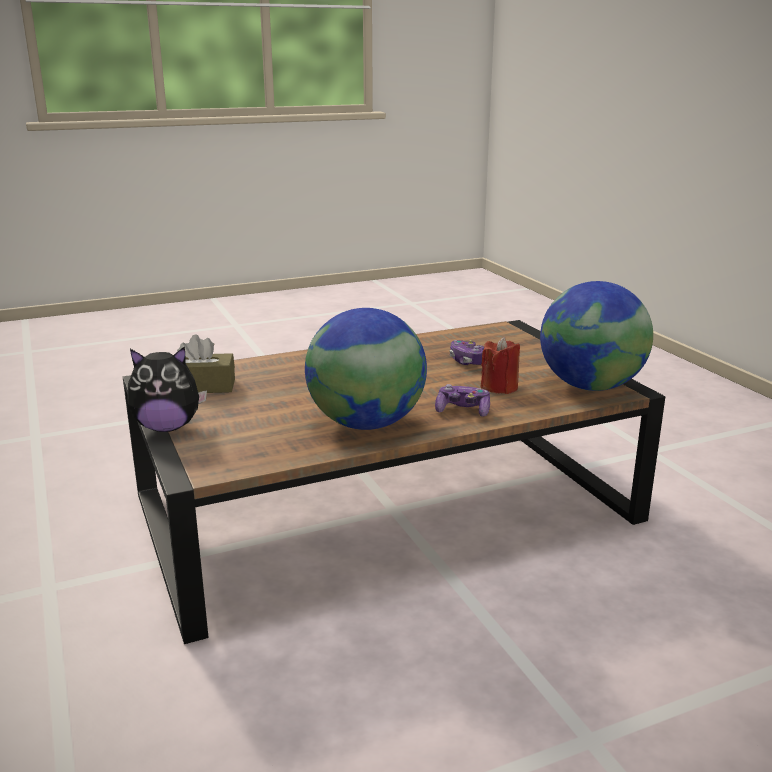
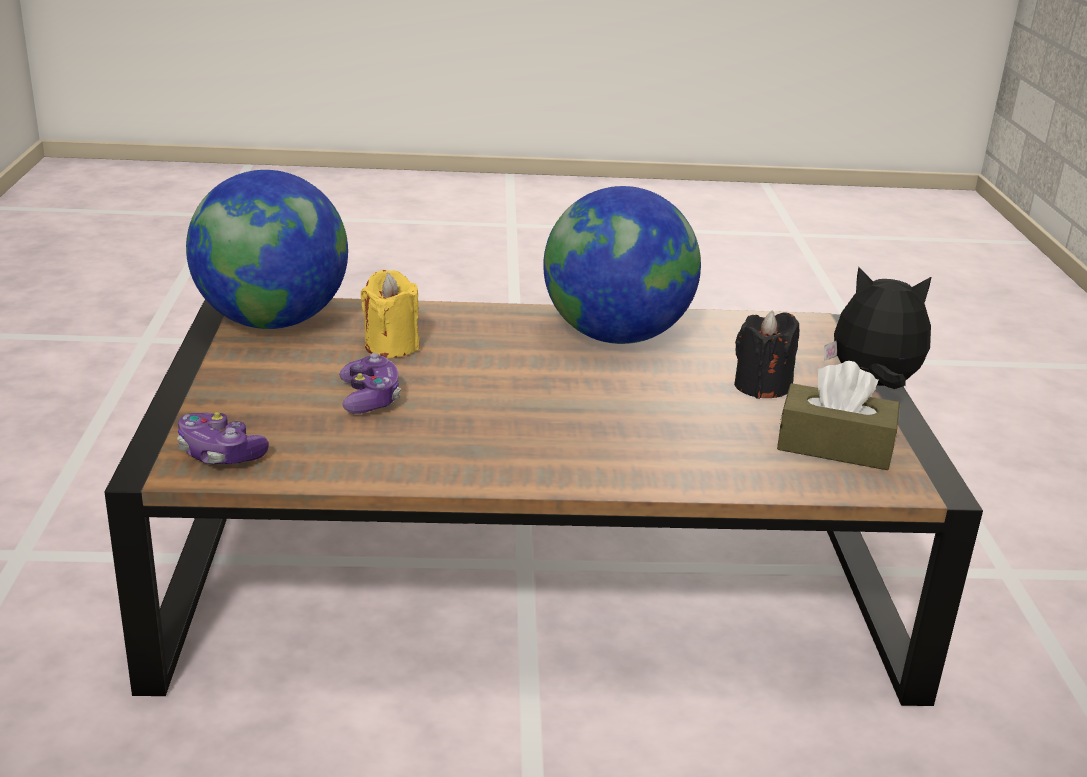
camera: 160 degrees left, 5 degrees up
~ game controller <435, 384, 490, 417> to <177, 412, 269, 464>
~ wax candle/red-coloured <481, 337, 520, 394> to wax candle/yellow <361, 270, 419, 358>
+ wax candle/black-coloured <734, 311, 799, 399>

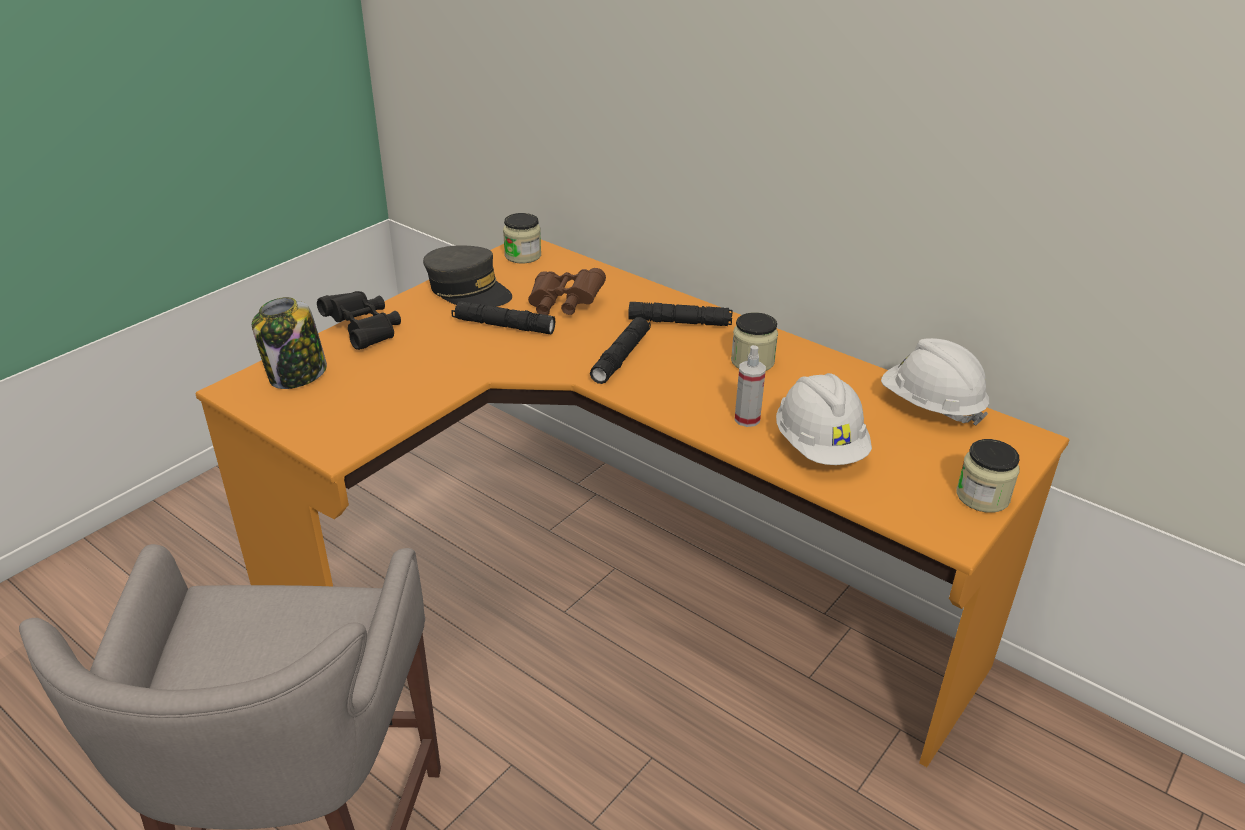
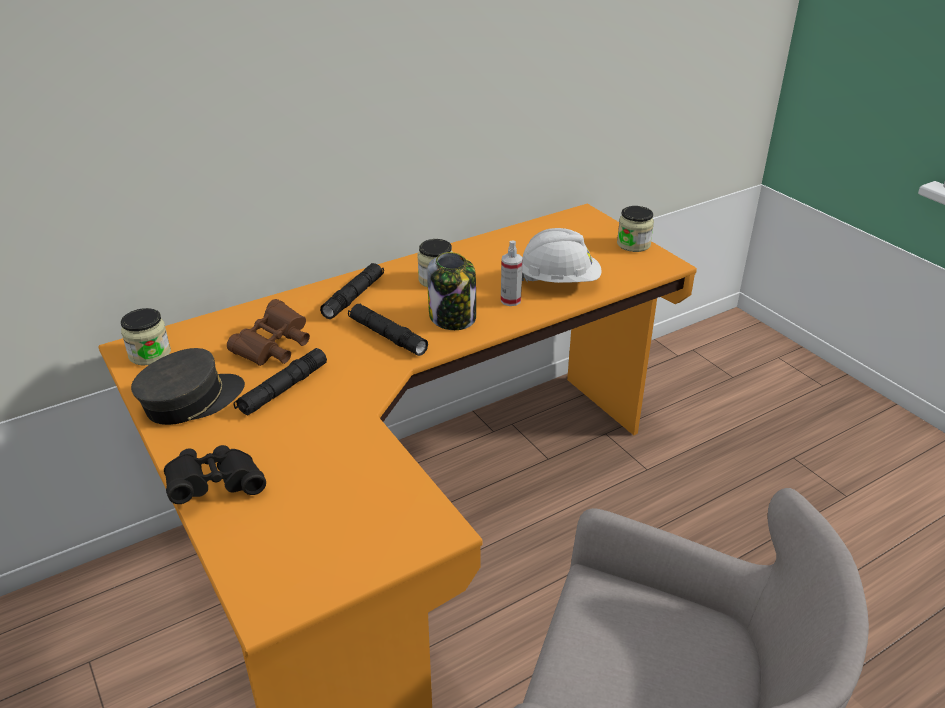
camera: 70 degrees left, 0 degrees up
~ preserve jar <252, 297, 327, 389> to <427, 252, 476, 330>
- work helmet/white <881, 338, 989, 426>

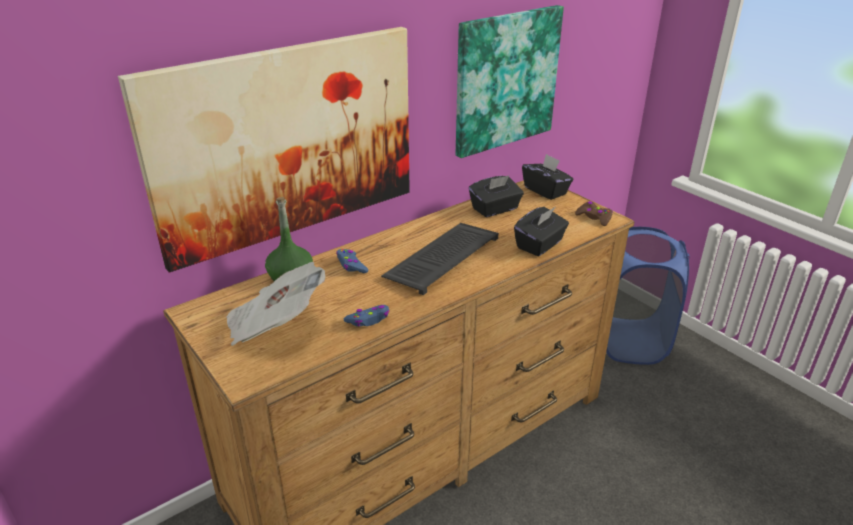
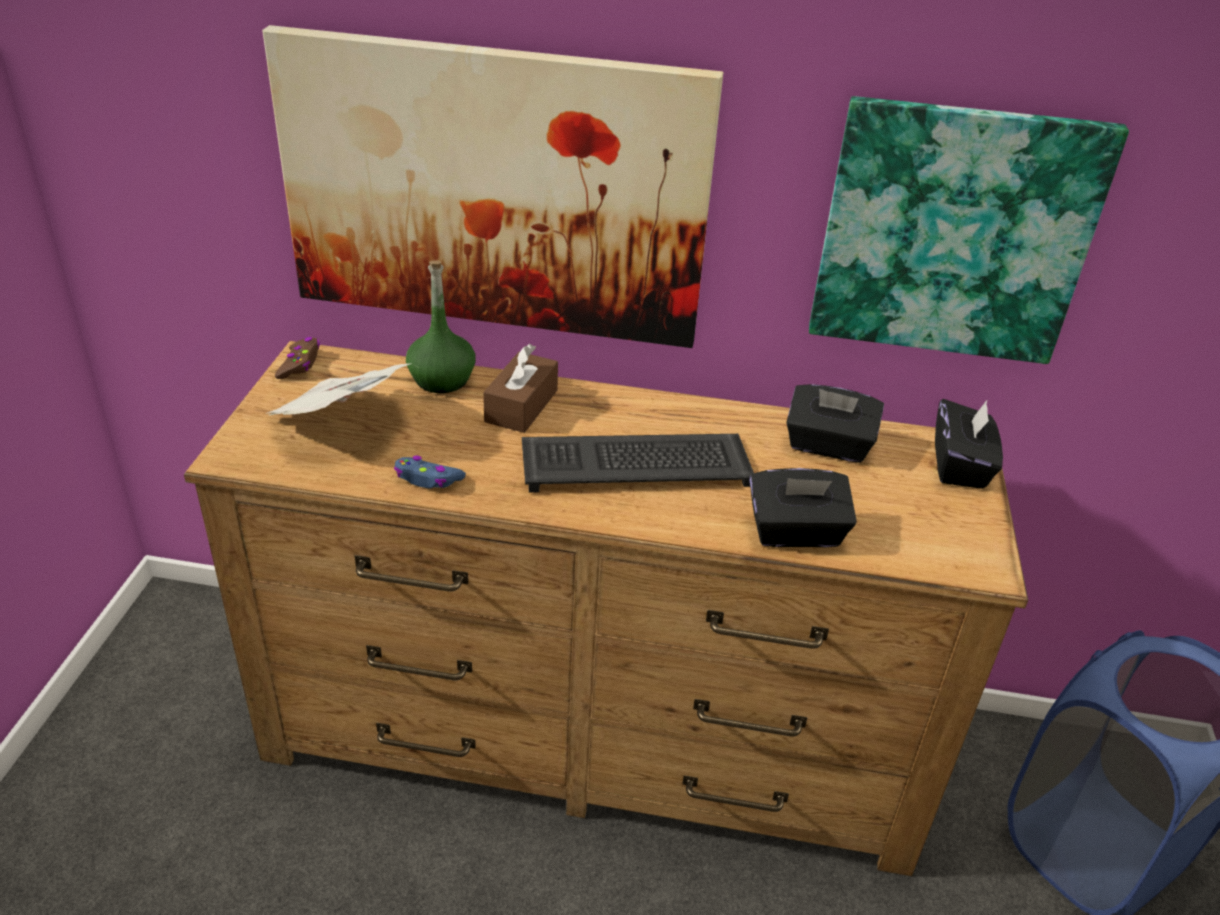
camera: 45 degrees right, 5 degrees up
~ game controller/blue <336, 249, 368, 273> to tissue holder/brown-coloured <483, 344, 558, 433>
~ game controller/brown-coloured <575, 201, 613, 226> to <275, 337, 320, 379>

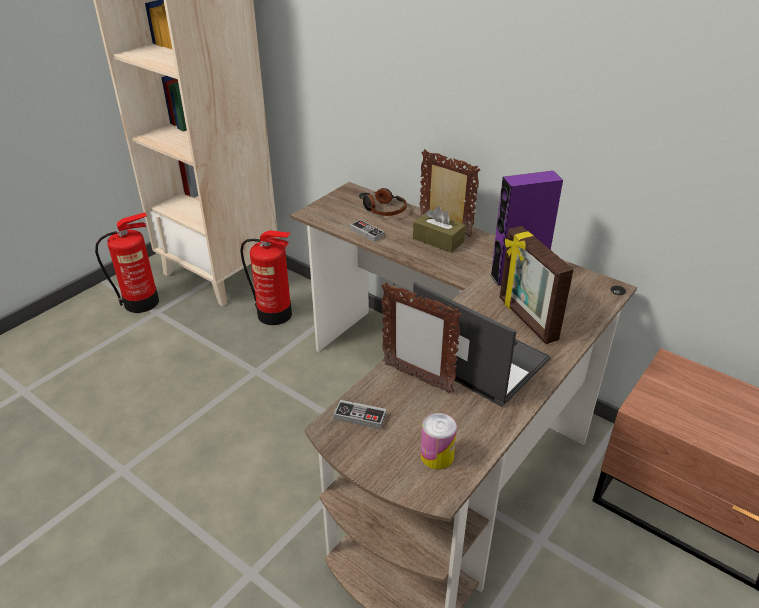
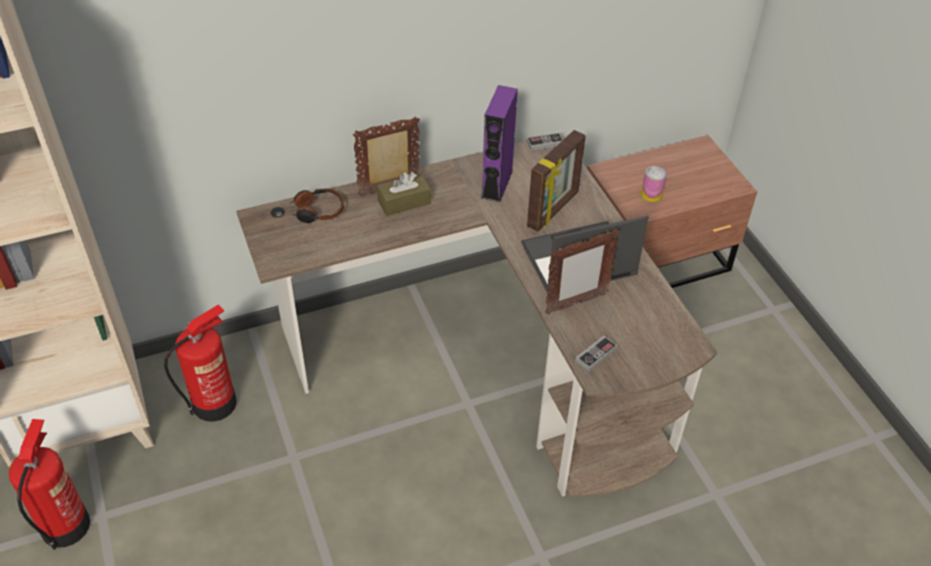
camera: 60 degrees left, 10 degrees up
~ game controller <350, 219, 385, 242> to <527, 133, 563, 151>
~ sealed can <421, 413, 457, 469> to <641, 166, 667, 202>
~ picture frame <500, 226, 574, 344> = <527, 130, 586, 231> 60 degrees counterclockwise

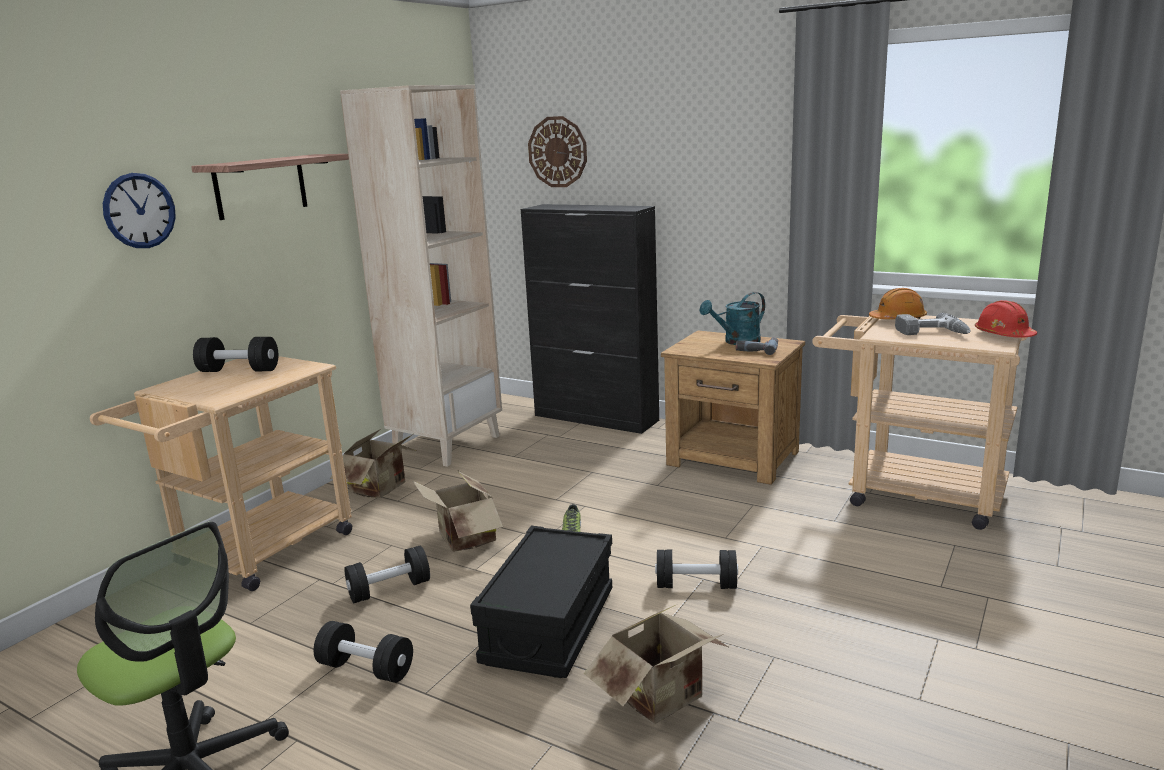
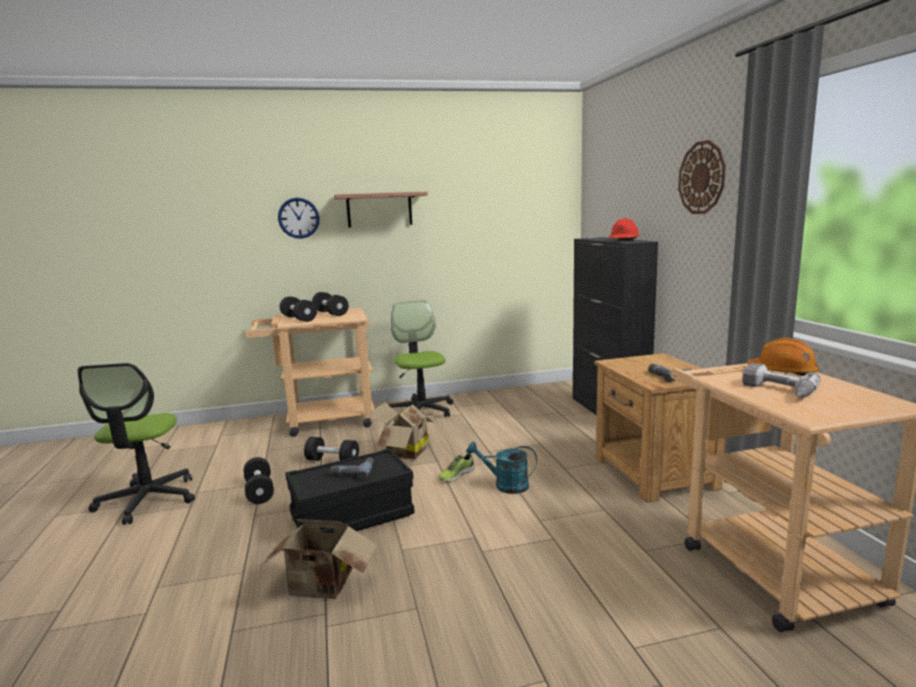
camera: 45 degrees right, 5 degrees down
~ cardboard box <330, 428, 416, 498> to desk chair <389, 300, 453, 417>
- bookshelf/beige <340, 85, 502, 467>
~ hanging clock <528, 116, 587, 187> to <678, 140, 726, 214>
~ hand weight/black-coloured <655, 550, 738, 589> to <280, 296, 317, 322>
~ watering can/turquoise-coloured <700, 292, 765, 345> to <467, 441, 537, 494>
~ work helmet/red-coloured <975, 300, 1037, 338> to <609, 218, 640, 240>
+ electric drill <330, 457, 374, 480>

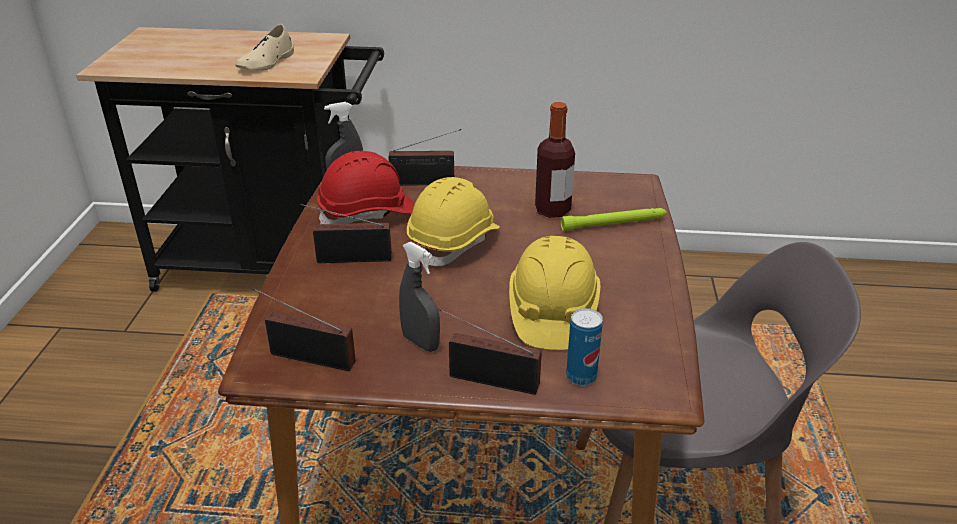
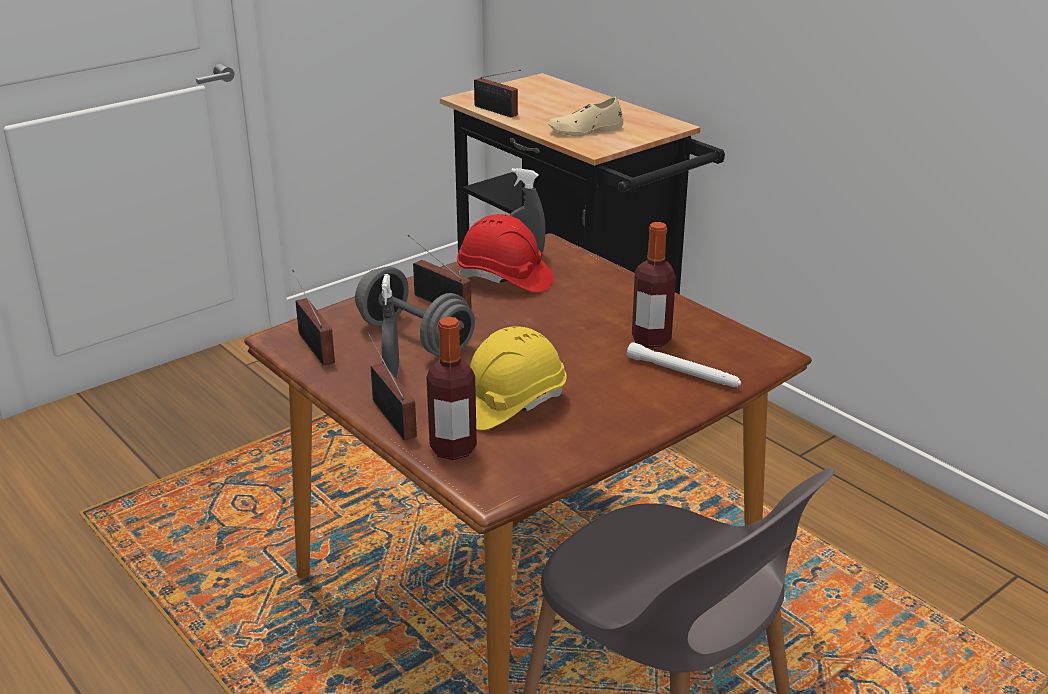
camera: 45 degrees right, 5 degrees down
~ radio receiver <388, 129, 461, 185> to <474, 70, 521, 117>
- work helmet/yellow <407, 177, 500, 268>
~ hand torch/green <561, 208, 667, 231> to hand torch/white <627, 342, 741, 387>
~ sealed can <566, 308, 603, 385> to drink bottle <426, 317, 477, 460>
+ hand weight/grey <355, 266, 475, 356>

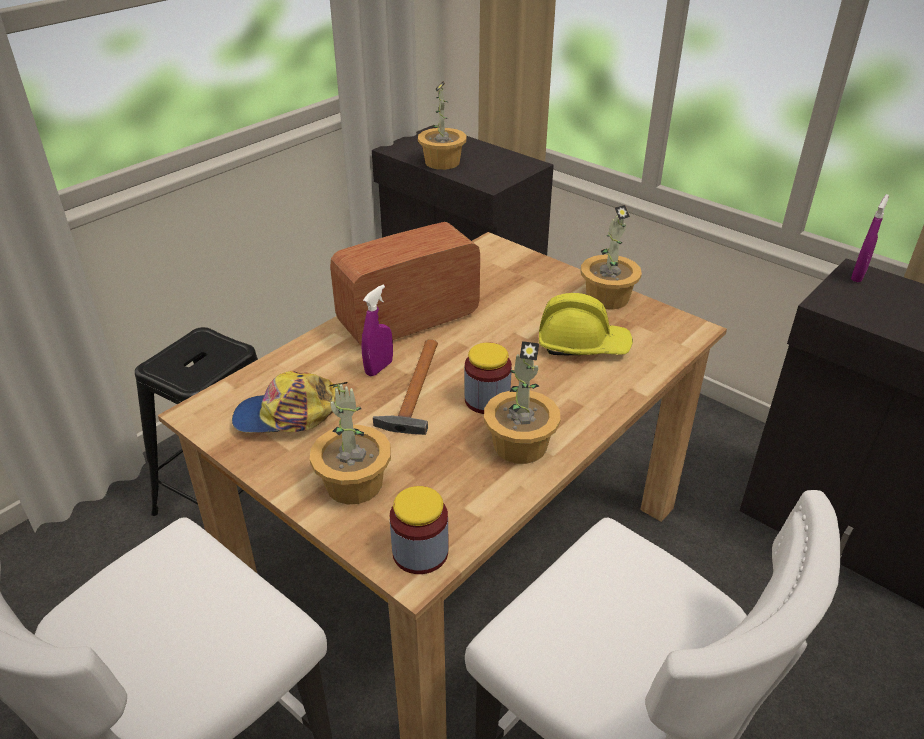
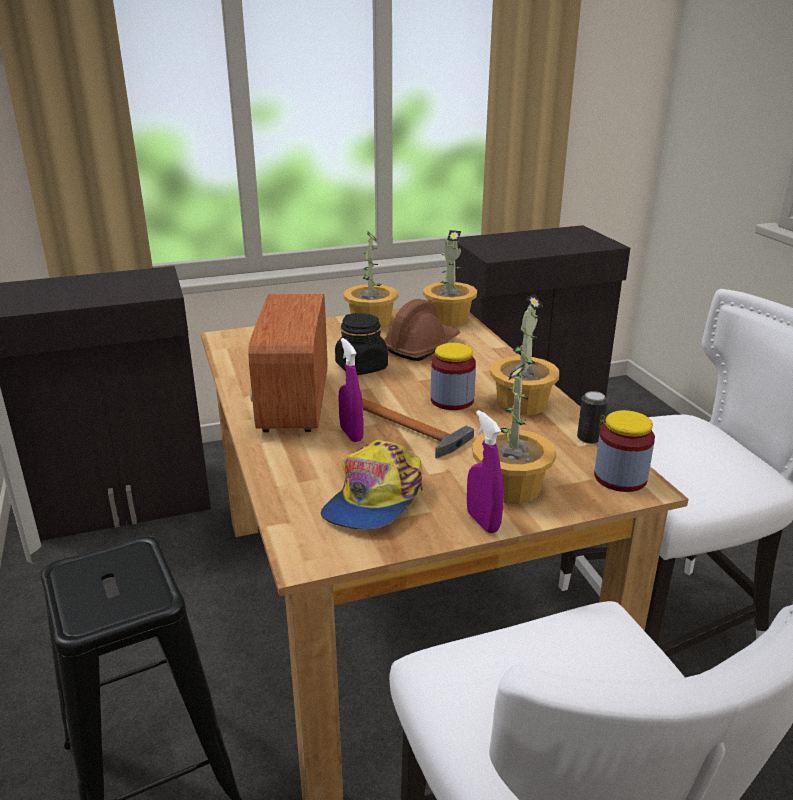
camera: 60 degrees left, 10 degrees down
~ houseplant <418, 81, 466, 170> to <423, 230, 477, 326>
~ work helmet/yellow <539, 293, 633, 355> to work helmet/brown-coloured <383, 299, 460, 361>
~ sprayer/purple-coloured <851, 194, 889, 282> to <467, 410, 504, 533>
+ preserve jar/black-coloured <335, 313, 388, 375>
+ sealed can <577, 391, 607, 444>

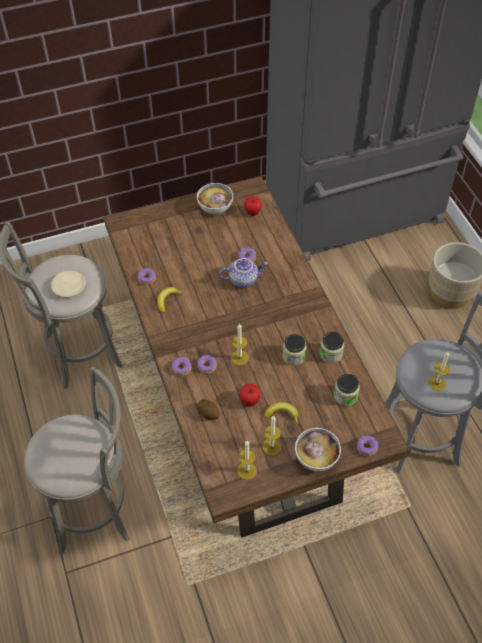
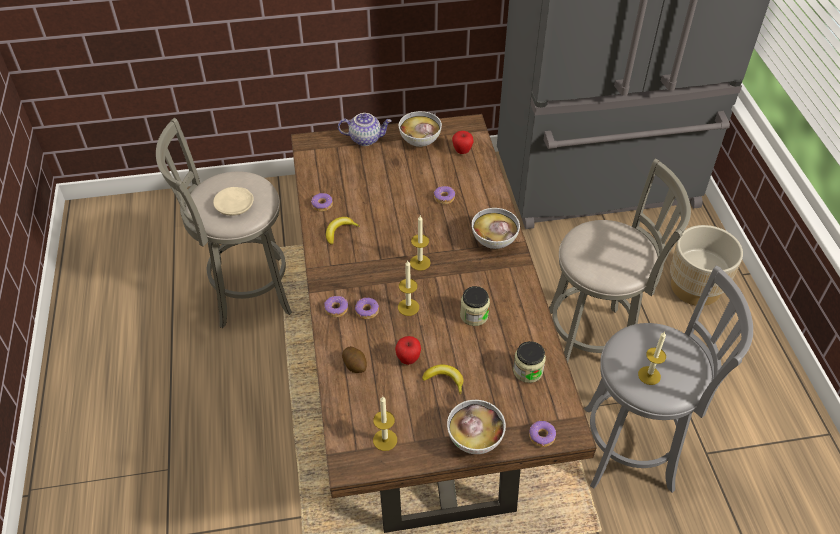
camera: 10 degrees right, 5 degrees down
~ stool seat/grey <24, 366, 130, 555> to <549, 159, 691, 363>
~ tea pot <219, 258, 268, 288> to <338, 113, 392, 146>
~ wax candle <263, 416, 281, 455> to <410, 216, 431, 271>
- preserve jar <320, 332, 344, 363>
+ bowl <472, 208, 520, 249>

